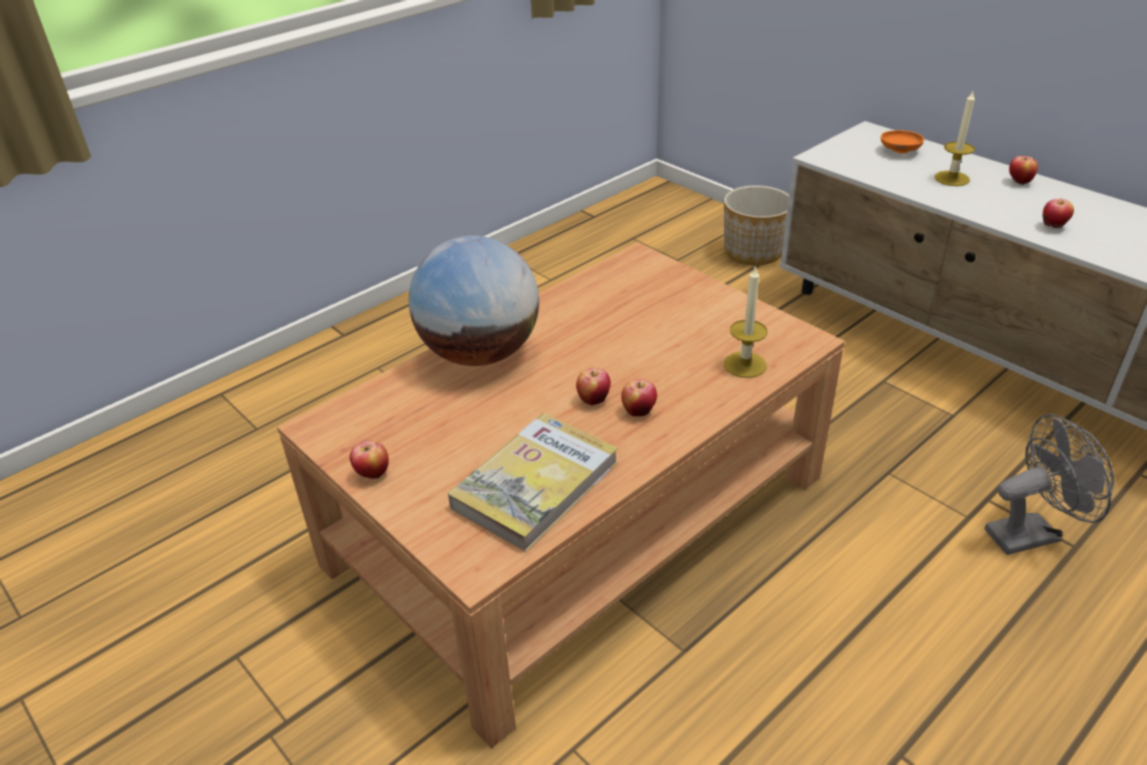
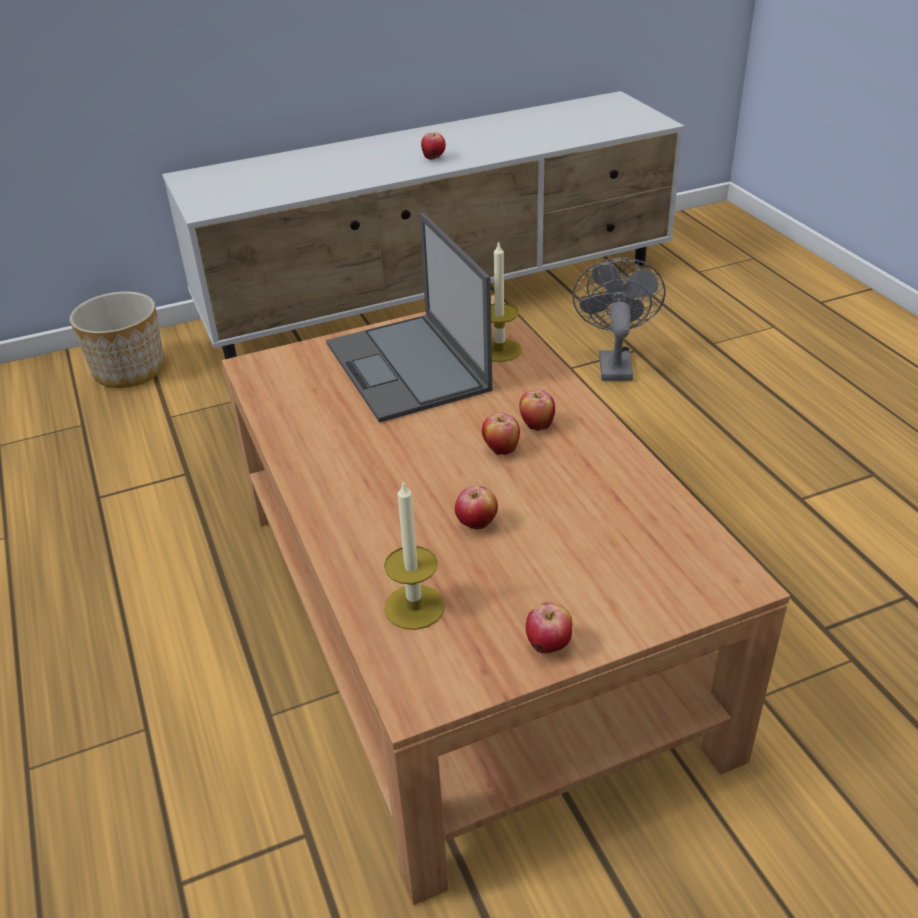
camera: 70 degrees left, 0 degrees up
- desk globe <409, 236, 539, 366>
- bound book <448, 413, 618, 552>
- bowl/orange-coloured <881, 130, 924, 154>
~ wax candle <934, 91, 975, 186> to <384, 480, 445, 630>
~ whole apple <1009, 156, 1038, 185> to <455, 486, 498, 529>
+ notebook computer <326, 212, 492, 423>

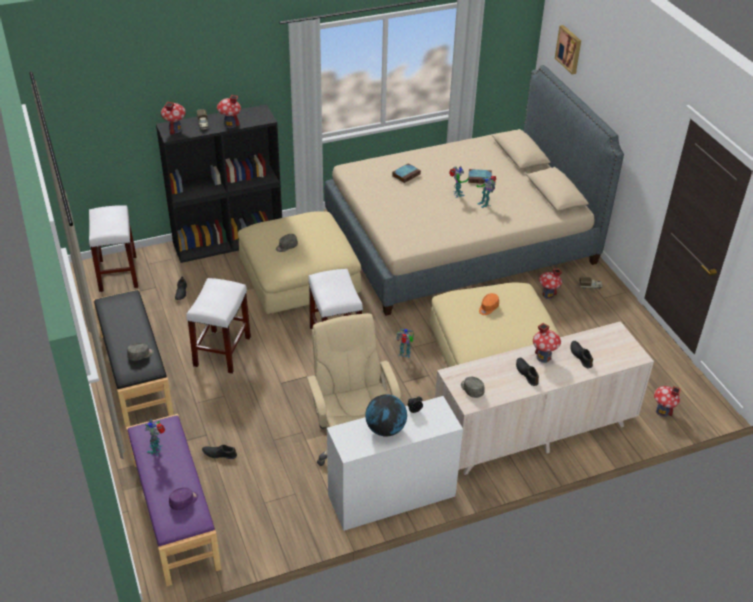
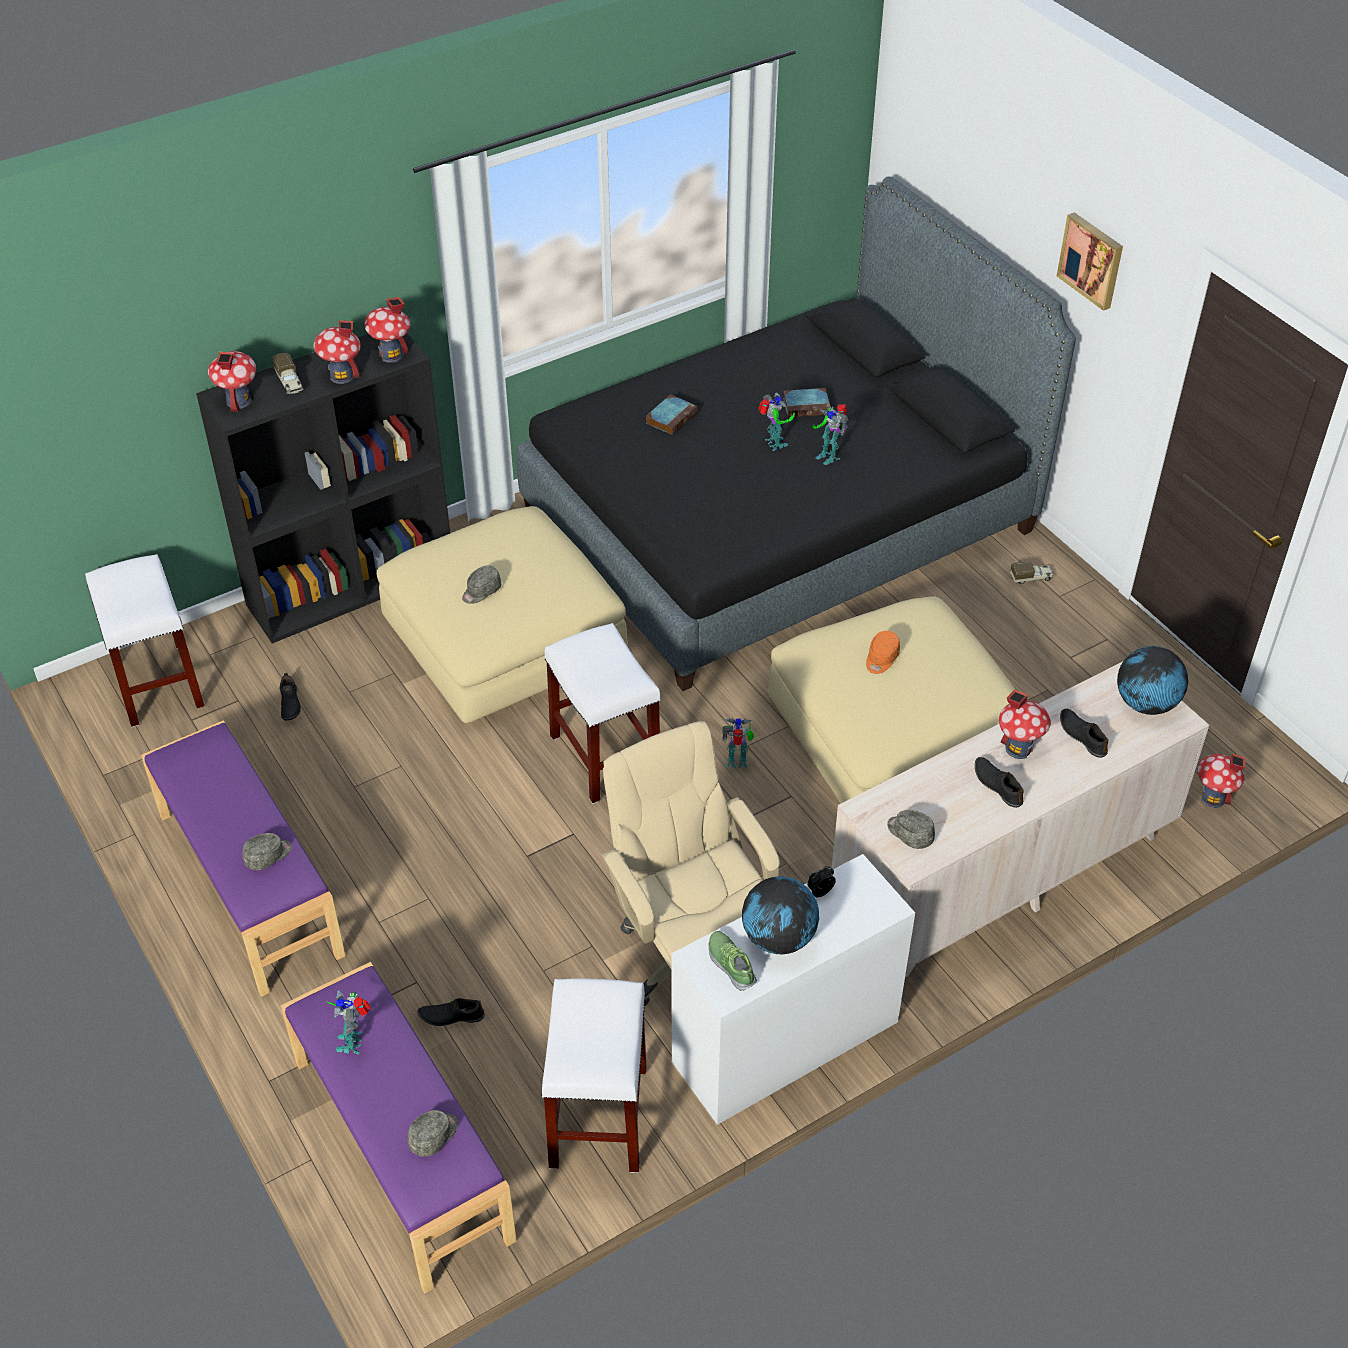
camera: 10 degrees left, 5 degrees up
~ long seat/black-coloured <93, 289, 174, 428> to long seat/purple-coloured <141, 720, 346, 997>
~ cap/purple-coloured <169, 487, 198, 510> to cap/grey <407, 1110, 458, 1157>
~ stool seat/white <186, 278, 251, 374> to <541, 978, 646, 1173>
~ bedroom bed/beige <325, 65, 624, 316> to bedroom bed/black-coloured <516, 176, 1076, 691>
~ toy house <539, 268, 562, 299> to <364, 297, 410, 363>
~ wall art <555, 25, 581, 74> to <1057, 212, 1123, 311>
+ shoe <708, 931, 757, 991>
+ desk globe <1117, 646, 1188, 715>

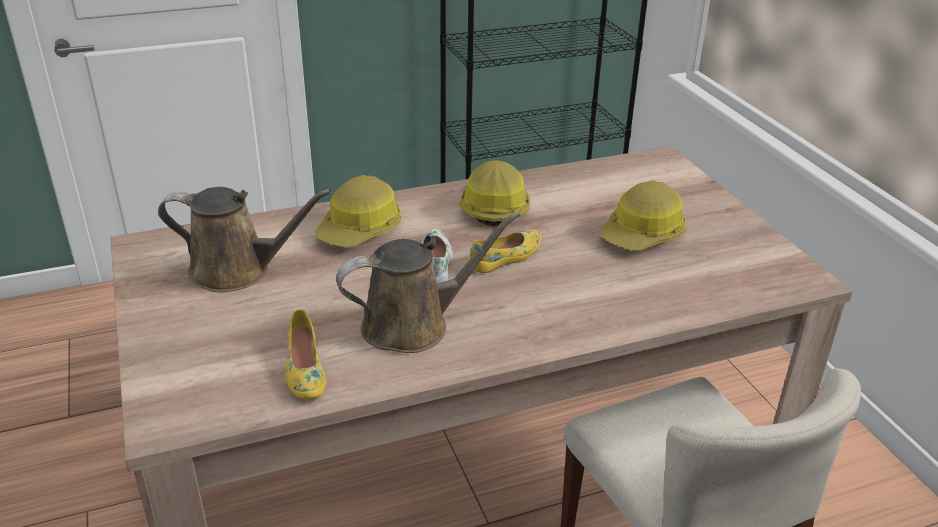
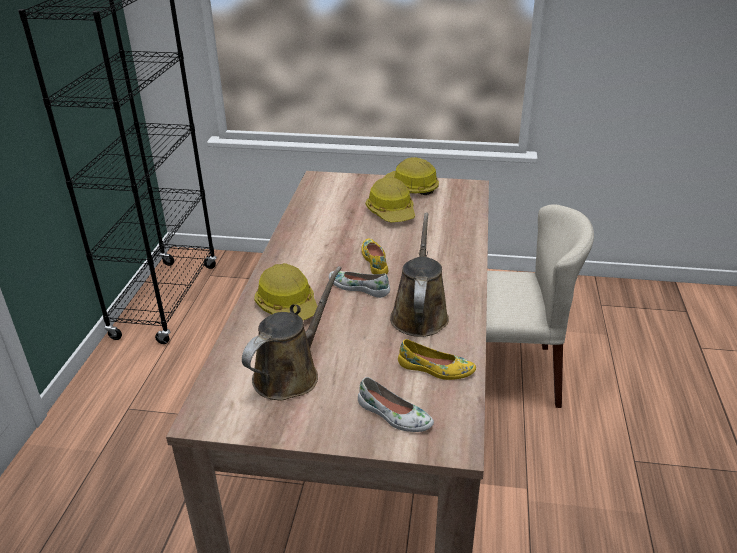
camera: 60 degrees left, 0 degrees up
~ work helmet <460, 160, 530, 226> to <383, 157, 439, 195>
+ shoe/white <358, 377, 434, 432>

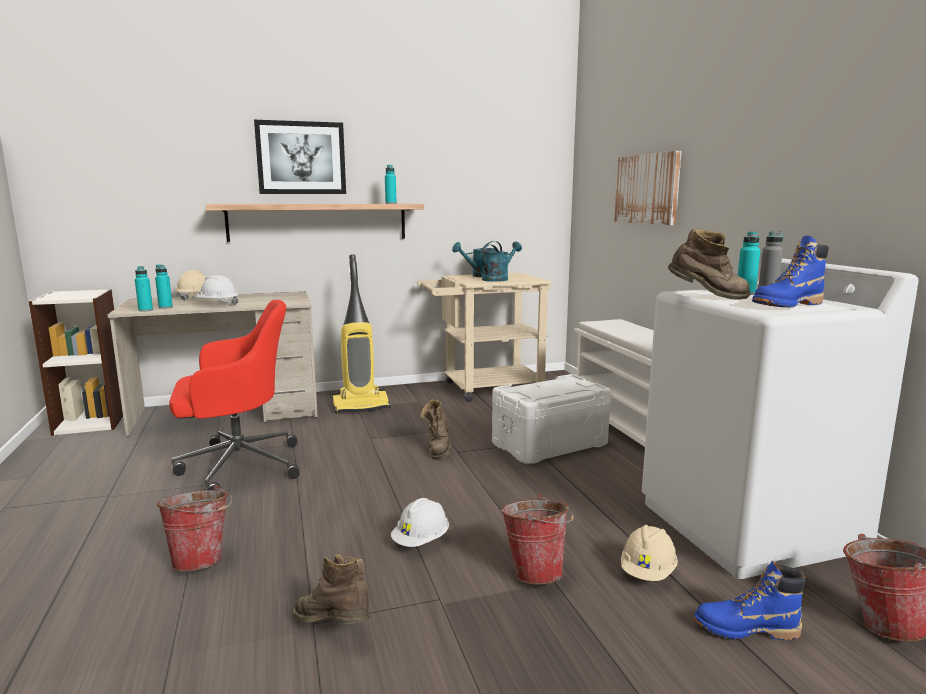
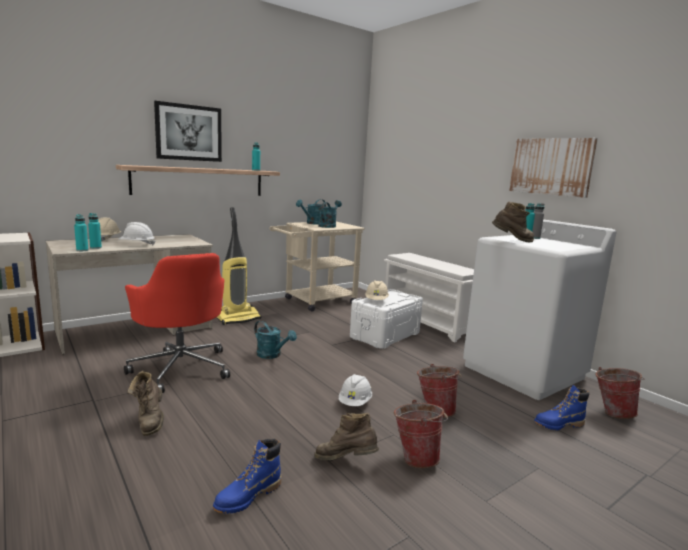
camera: 20 degrees left, 0 degrees up
~ water bucket <157, 486, 232, 571> to <394, 400, 448, 468>
~ desk chair/red-coloured <169, 300, 300, 490> = <124, 253, 230, 393> 90 degrees clockwise
~ high-top boot/brown-coloured <420, 399, 452, 459> to <127, 371, 164, 436>
~ wall art <614, 151, 682, 225> to <509, 138, 598, 198>
~ work helmet/beige <621, 525, 678, 581> to <365, 280, 389, 300>
~ high-top boot/blue <752, 236, 829, 307> to <213, 439, 282, 514>
+ watering can/turquoise-coloured <254, 321, 297, 359>

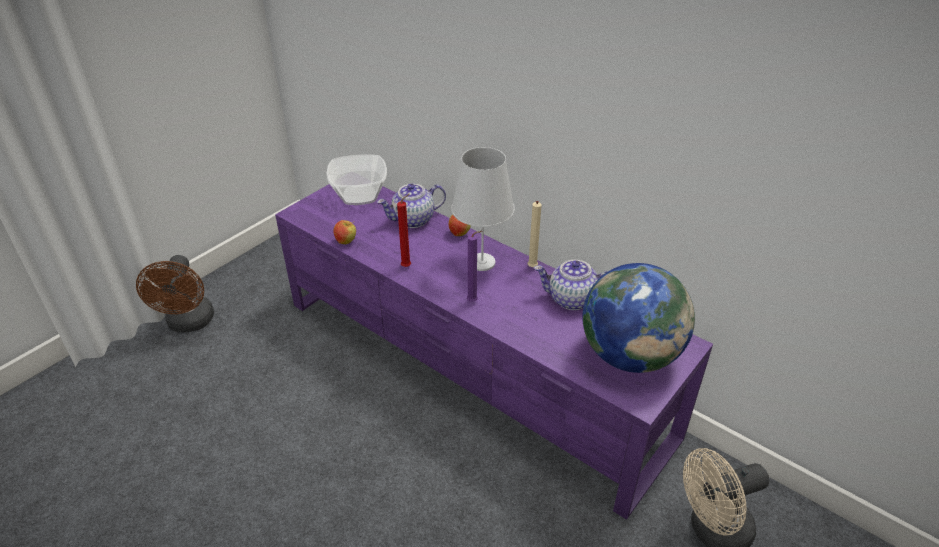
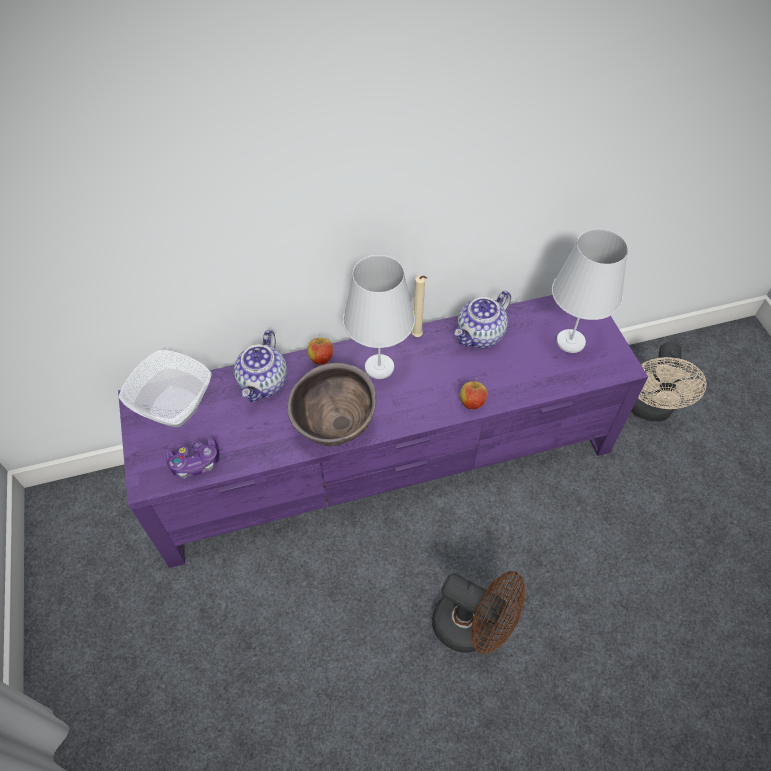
camera: 55 degrees left, 15 degrees up
~ electric fan/brown-coloured <136, 255, 214, 332> to <432, 571, 525, 654>
~ whole apple <334, 220, 356, 244> to <460, 378, 487, 410>
~ wax candle/red-coloured <397, 194, 411, 267> to bowl/brown-coloured <287, 362, 376, 447>
- wax candle/purple-coloured <467, 231, 482, 302>
~ desk globe <582, 263, 695, 373> to tabletop lamp/white <552, 229, 628, 353>
+ game controller <166, 437, 219, 478>

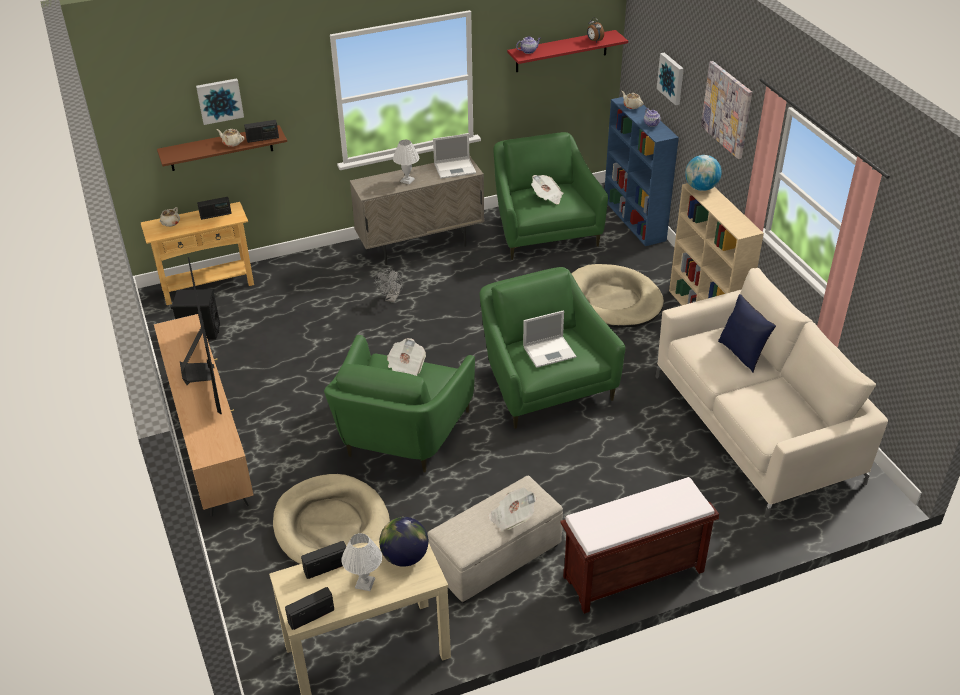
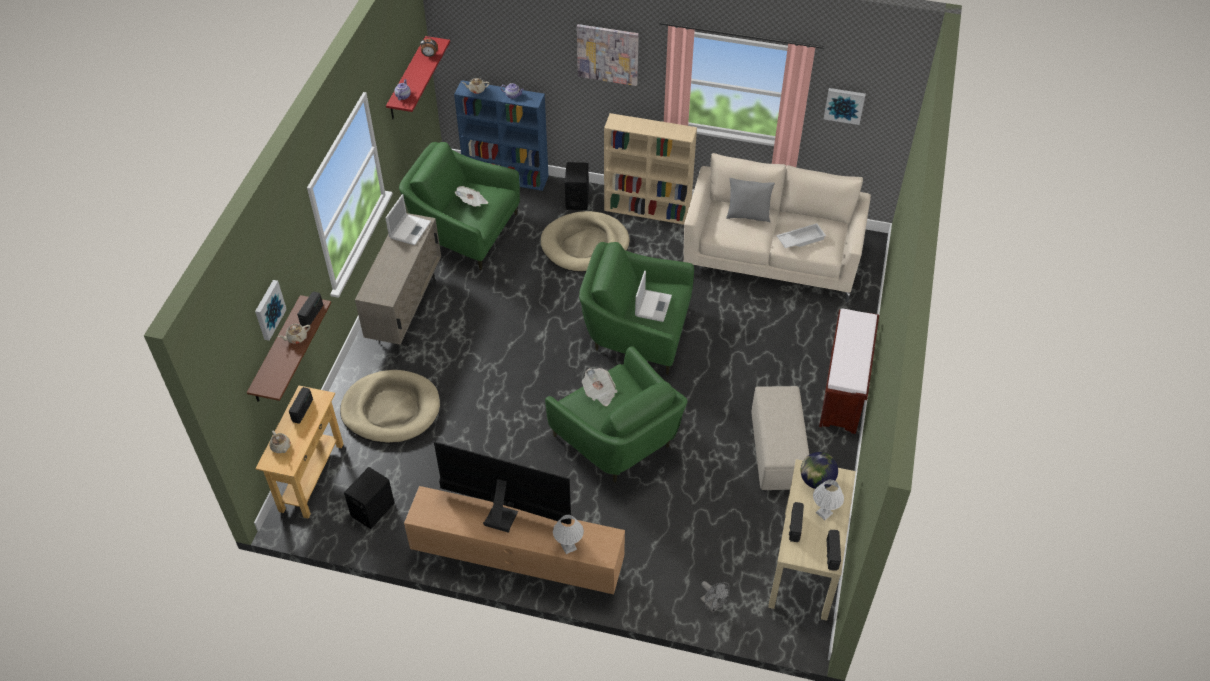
camera: 55 degrees left, 10 degrees up
~ pet bed/beige <273, 474, 390, 564> to <340, 370, 440, 444>
~ electric fan/grey <375, 268, 403, 302> to <700, 581, 730, 613>
~ tabletop lamp/white <393, 140, 419, 184> to <553, 515, 584, 554>
- daily paper <488, 488, 537, 532>
~ wall art <657, 53, 684, 105> to <824, 88, 866, 125>
- desk globe <685, 155, 722, 191>
~ throw pillow/blue <718, 294, 776, 373> to throw pillow/grey <726, 178, 775, 223>
+ speaker/black-coloured <565, 162, 589, 210>
+ carrying tray/white <776, 223, 826, 248>

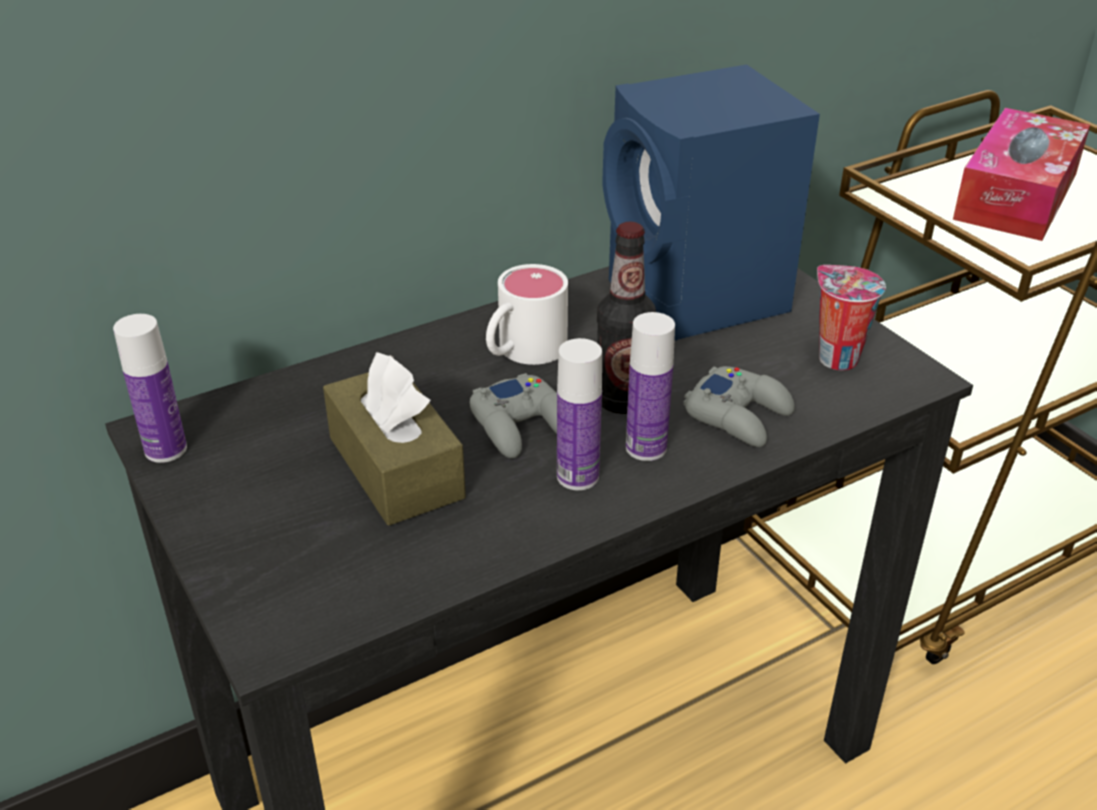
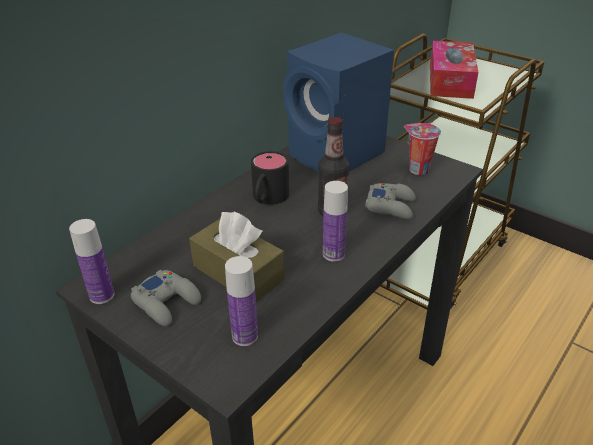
camera: 20 degrees left, 0 degrees up
~ game controller/grey <469, 373, 557, 459> to <131, 270, 201, 326>
~ tea mug/white <486, 264, 568, 365> to tea mug/black-coloured <251, 151, 289, 205>
~ drink bottle <626, 312, 675, 461> to <225, 256, 258, 346>

